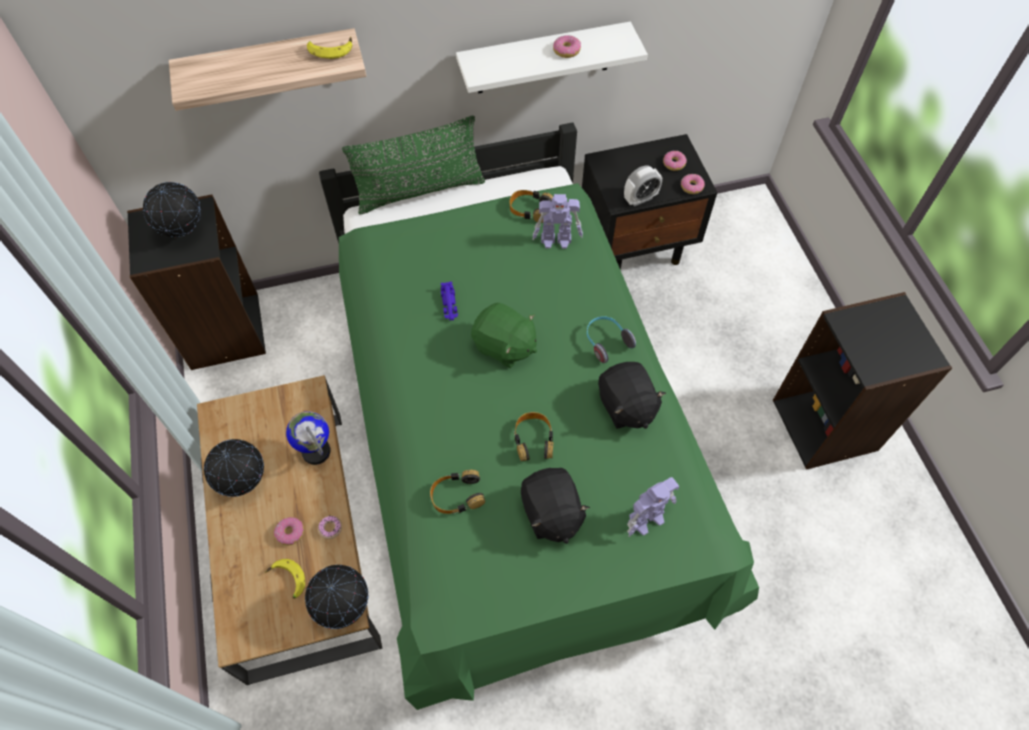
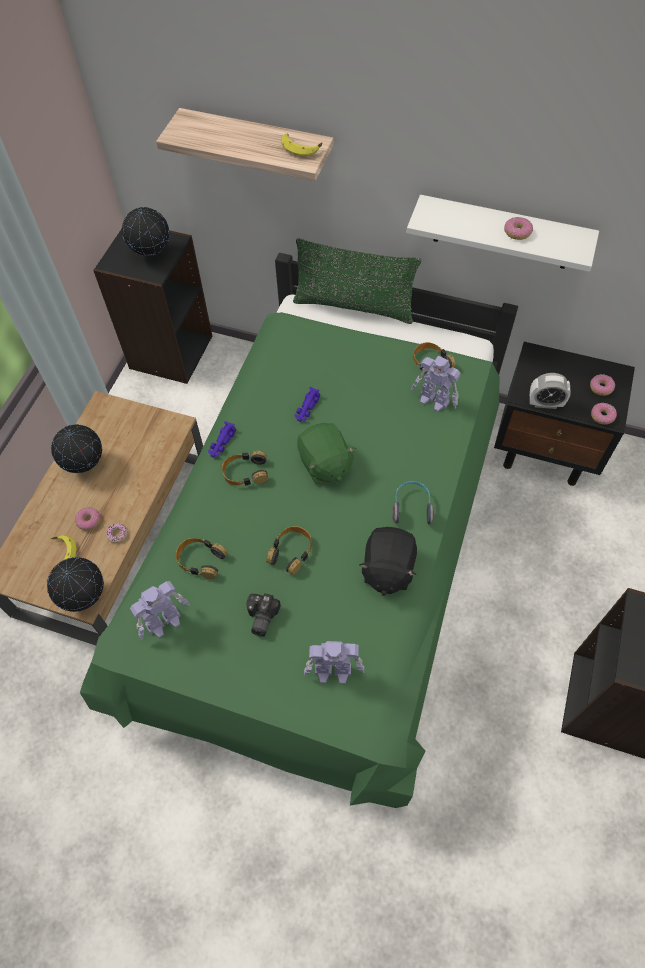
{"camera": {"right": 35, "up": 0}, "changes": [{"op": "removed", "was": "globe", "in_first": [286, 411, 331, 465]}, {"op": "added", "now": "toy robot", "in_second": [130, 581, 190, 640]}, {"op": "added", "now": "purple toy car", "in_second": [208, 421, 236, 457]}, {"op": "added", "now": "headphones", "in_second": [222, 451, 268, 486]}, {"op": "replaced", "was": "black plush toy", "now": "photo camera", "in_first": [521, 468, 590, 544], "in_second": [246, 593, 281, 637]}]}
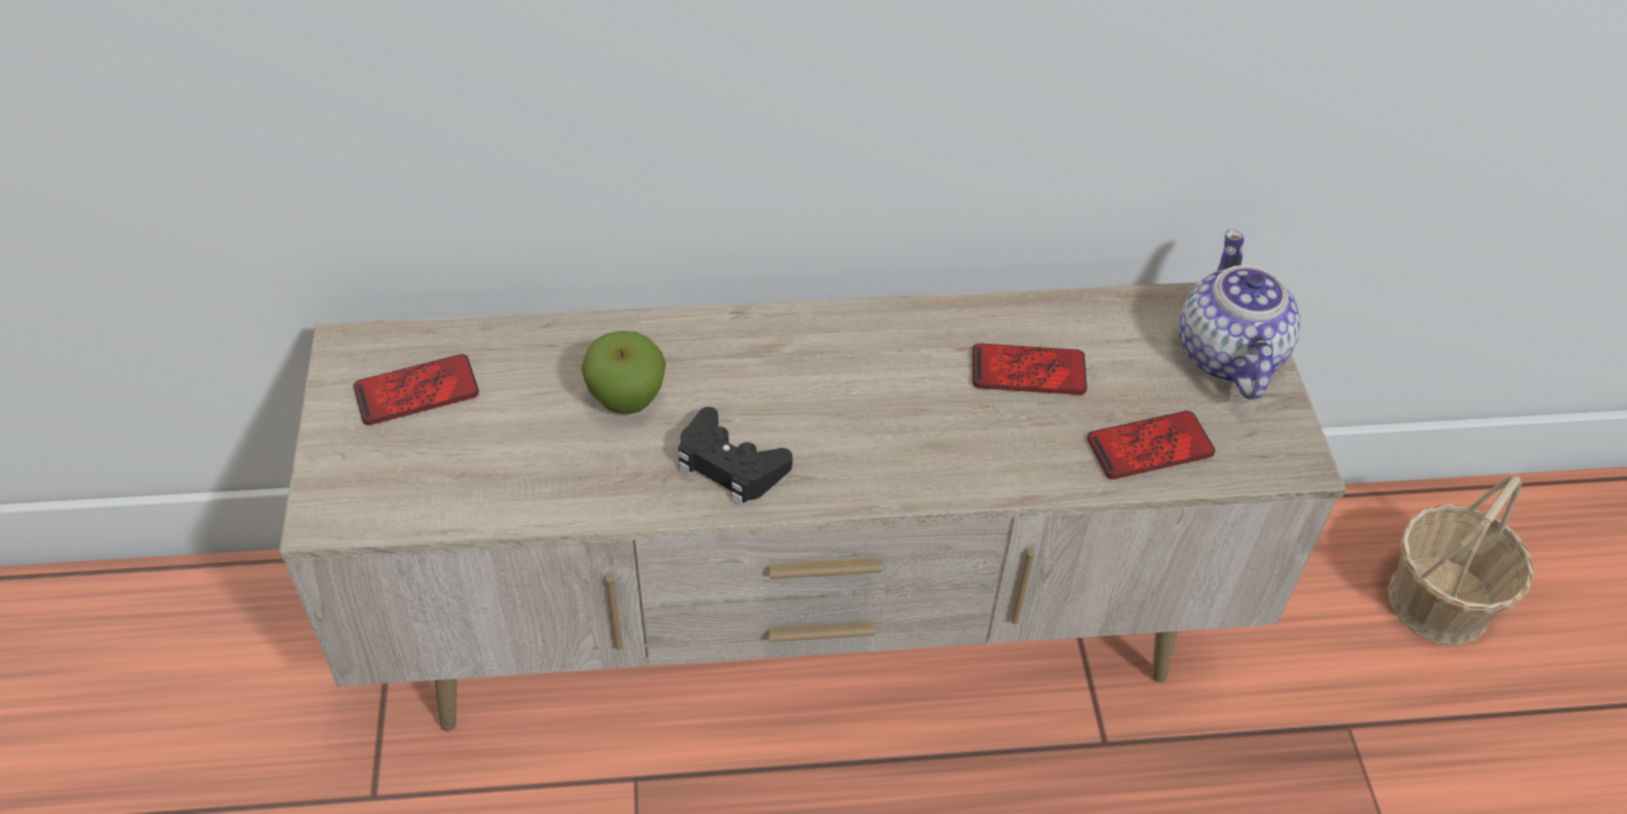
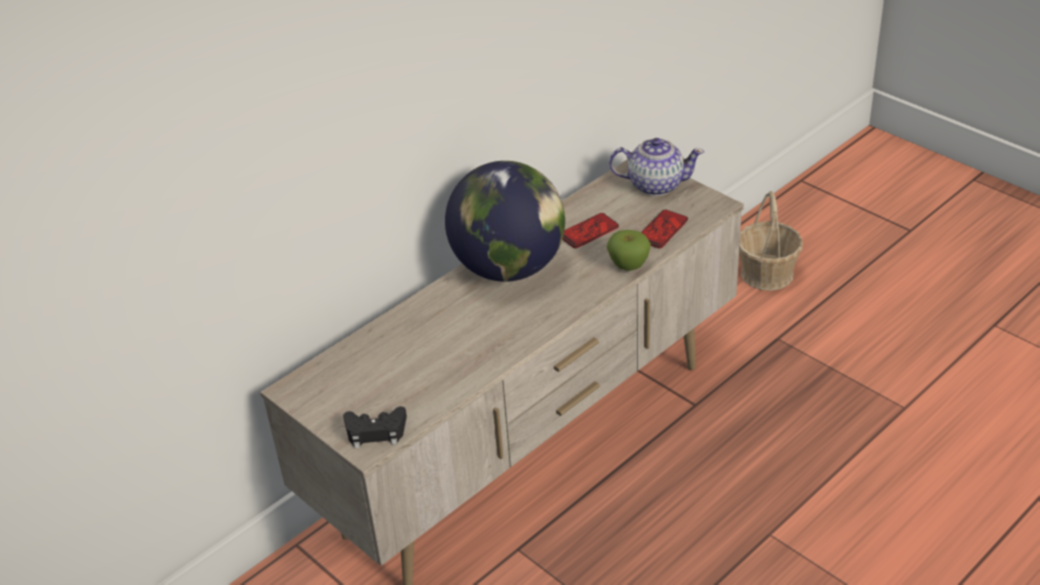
{"camera": {"right": -35, "up": -10}, "changes": [{"op": "removed", "was": "phone", "in_first": [353, 354, 479, 425]}, {"op": "added", "now": "globe", "in_second": [445, 161, 565, 282]}, {"op": "moved", "was": "apple", "in_first": [581, 331, 666, 414], "in_second": [607, 230, 651, 271]}, {"op": "moved", "was": "black game controller", "in_first": [678, 407, 793, 506], "in_second": [343, 406, 407, 448]}, {"op": "turned", "was": "teapot", "in_first": [1179, 230, 1301, 400], "in_second": [609, 138, 704, 196], "clockwise": 135}]}
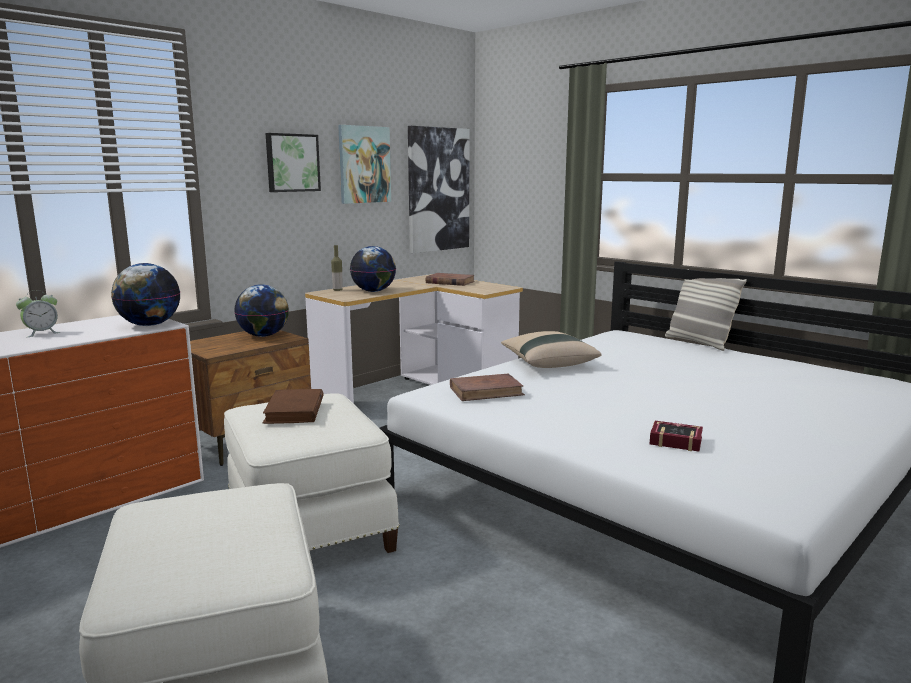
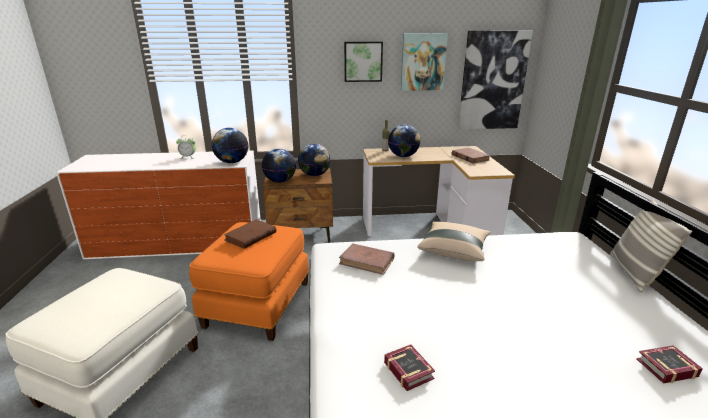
{"camera": {"right": 40, "up": 10}, "changes": [{"op": "added", "now": "globe", "in_second": [262, 149, 296, 183]}, {"op": "added", "now": "book", "in_second": [636, 345, 703, 383]}, {"op": "recoloured", "was": "white ottoman", "now": "orange ottoman", "in_first": [224, 393, 399, 553], "in_second": [189, 222, 309, 341]}]}
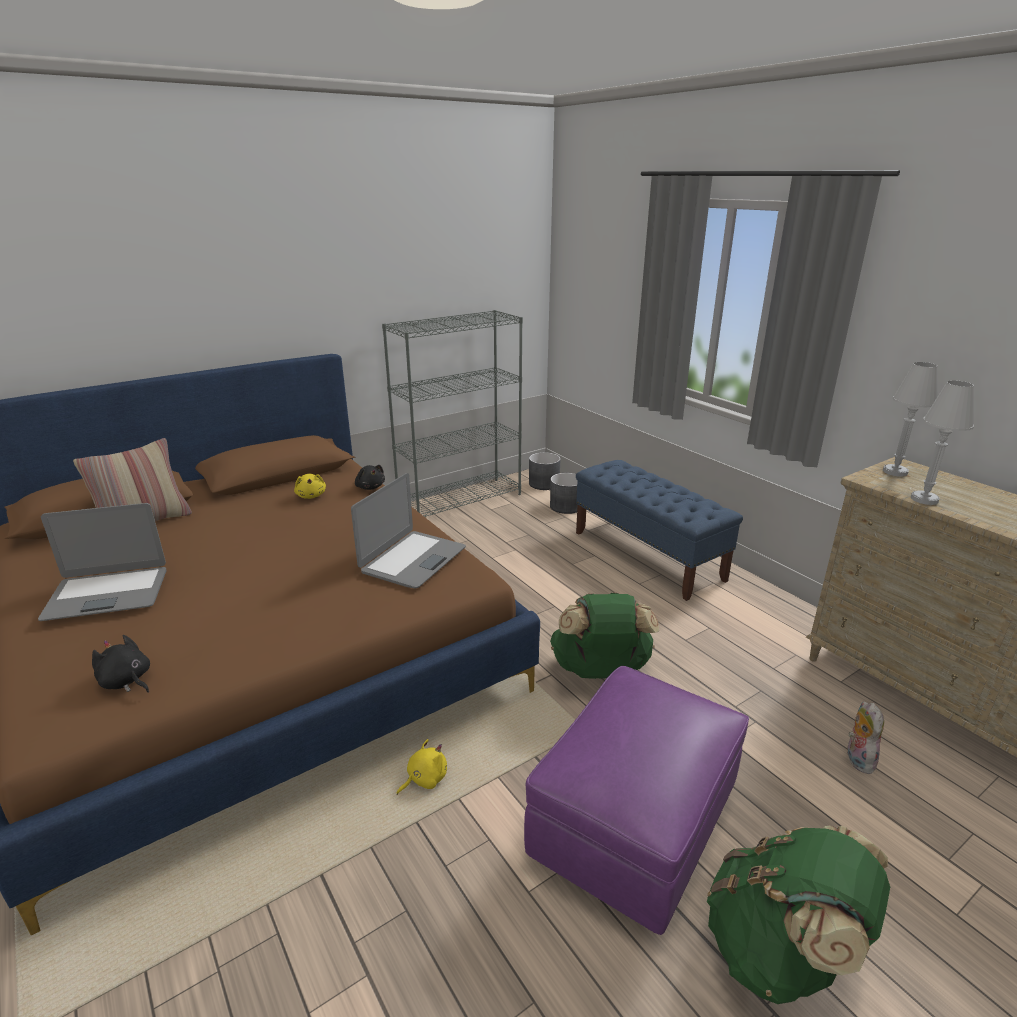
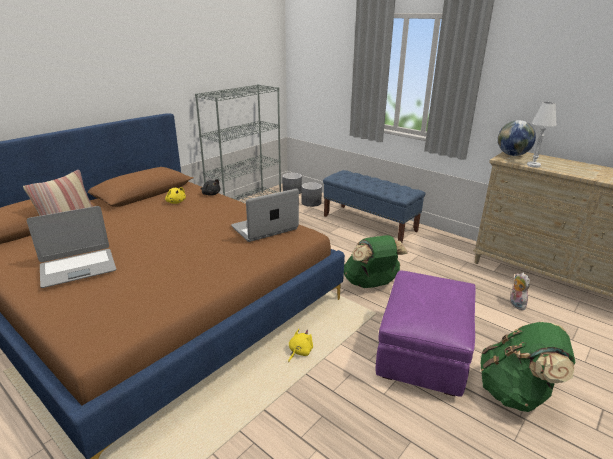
{"camera": {"right": -15, "up": 0}, "changes": [{"op": "removed", "was": "black plush toy", "in_first": [92, 635, 150, 693]}, {"op": "replaced", "was": "white table lamp", "now": "globe", "in_first": [883, 362, 938, 477], "in_second": [498, 120, 536, 156]}, {"op": "turned", "was": "laptop", "in_first": [351, 473, 466, 588], "in_second": [231, 189, 299, 242], "clockwise": -135}]}
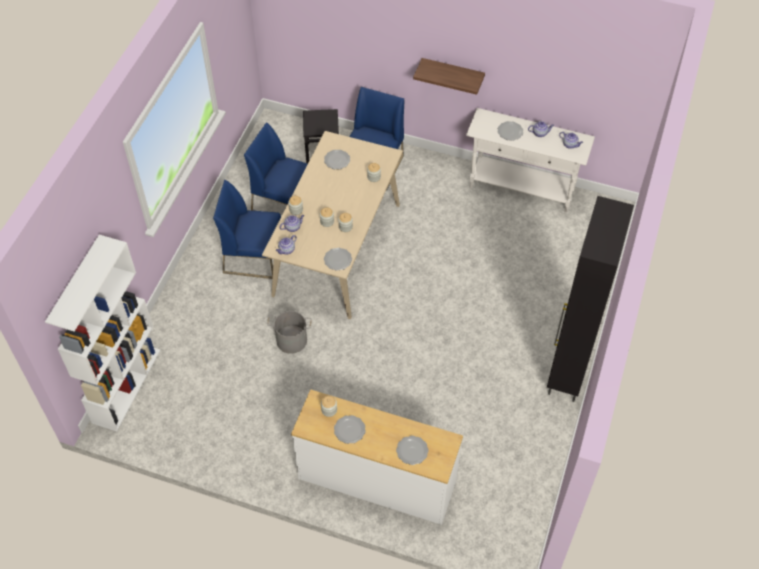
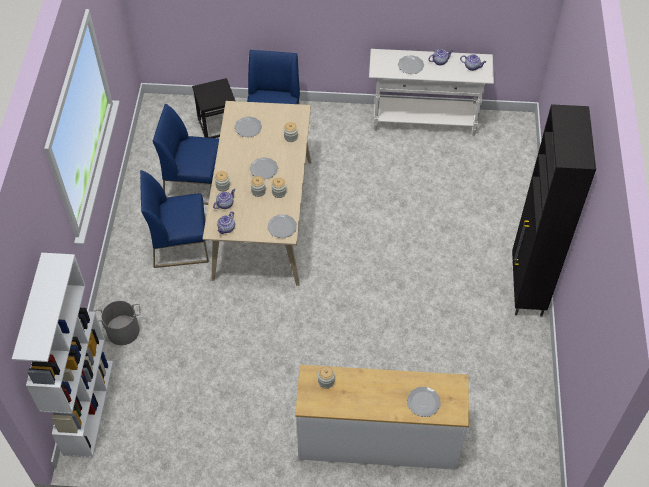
{"camera": {"right": -15, "up": 0}, "changes": [{"op": "removed", "was": "shelf", "in_first": [413, 58, 485, 95]}, {"op": "moved", "was": "grey bucket", "in_first": [267, 311, 312, 354], "in_second": [94, 301, 141, 345]}, {"op": "moved", "was": "plate", "in_first": [334, 415, 366, 444], "in_second": [250, 157, 278, 179]}]}
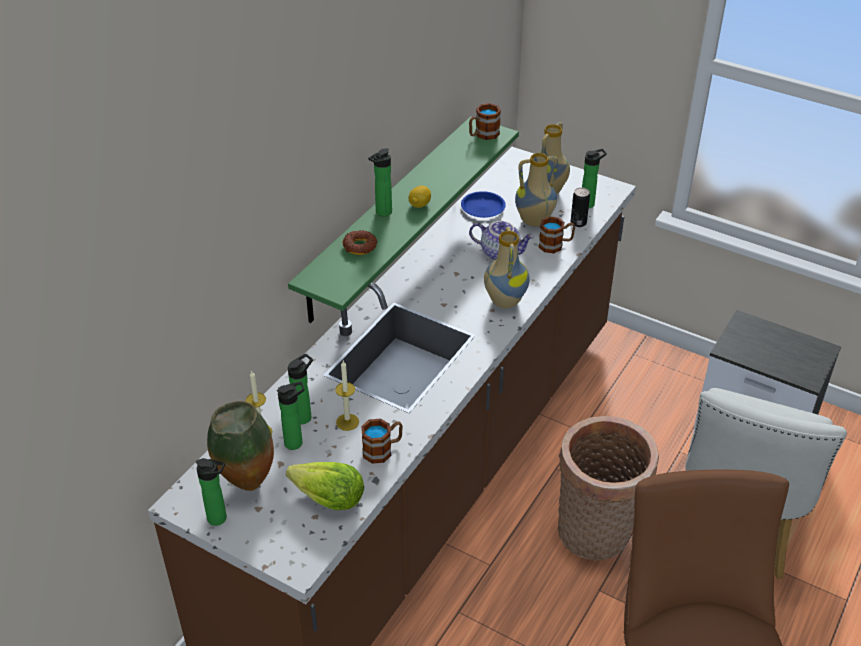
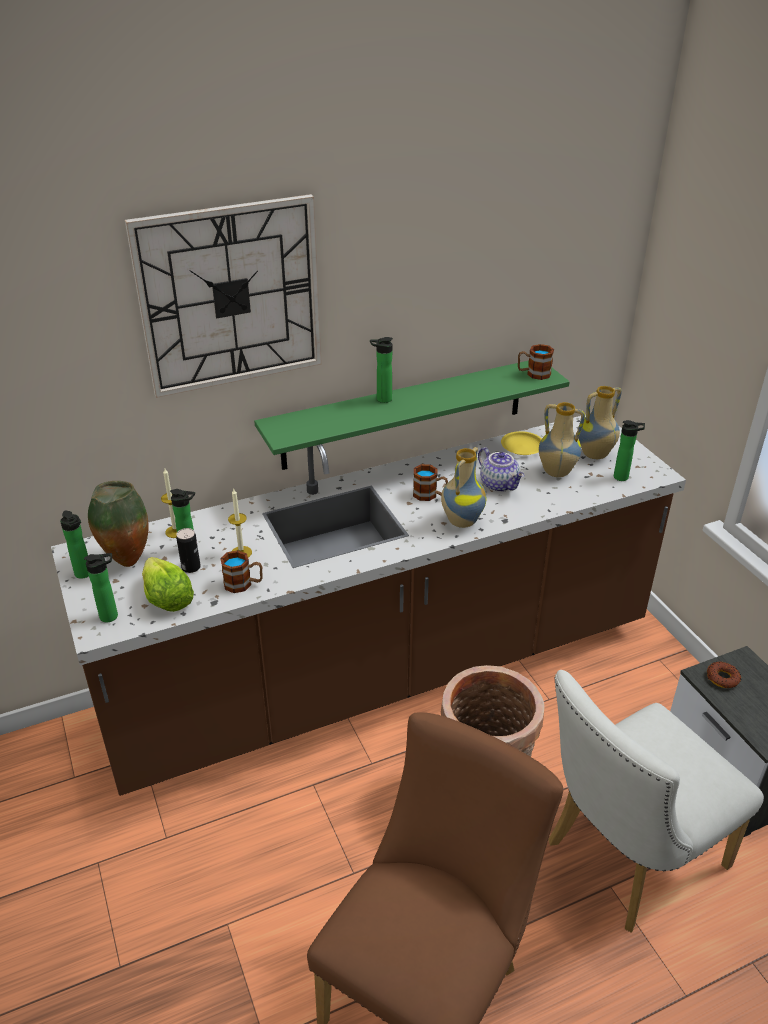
{"camera": {"right": 35, "up": -5}, "changes": [{"op": "removed", "was": "lemon", "in_first": [408, 186, 431, 208]}, {"op": "added", "now": "wall clock", "in_second": [125, 194, 322, 398]}, {"op": "moved", "was": "bottle", "in_first": [288, 354, 313, 424], "in_second": [84, 553, 118, 623]}, {"op": "moved", "was": "donut", "in_first": [343, 230, 377, 255], "in_second": [707, 661, 741, 688]}, {"op": "moved", "was": "mug", "in_first": [539, 216, 575, 253], "in_second": [413, 464, 448, 501]}, {"op": "moved", "was": "can", "in_first": [570, 187, 590, 227], "in_second": [176, 528, 201, 573]}, {"op": "recoloured", "was": "blue plate", "now": "yellow plate", "in_first": [461, 191, 506, 218], "in_second": [501, 431, 542, 455]}]}
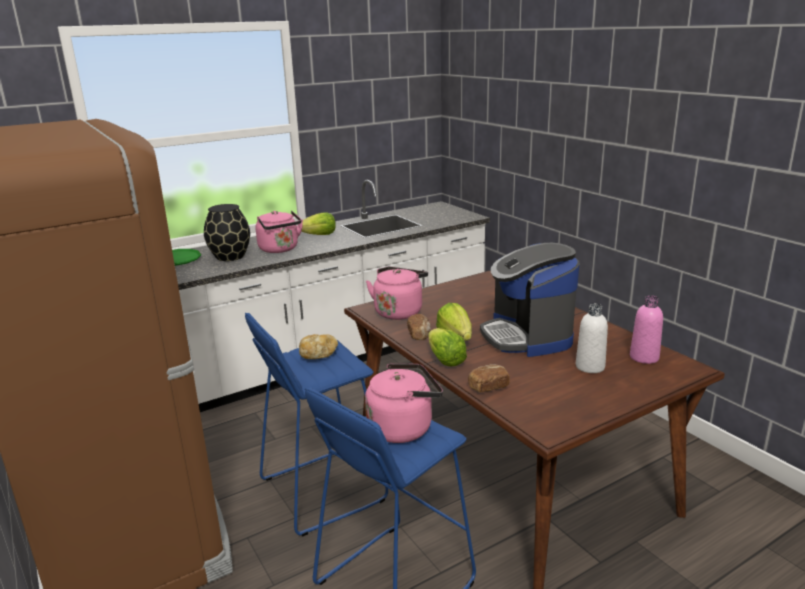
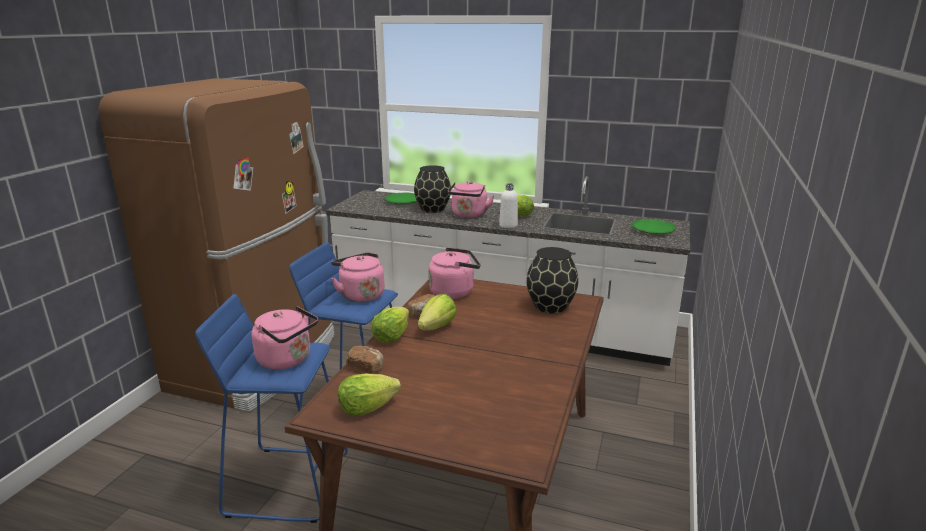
{"camera": {"right": 50, "up": 0}, "changes": [{"op": "removed", "was": "coffee machine", "in_first": [480, 243, 579, 357]}, {"op": "removed", "was": "pink bottle", "in_first": [630, 295, 663, 364]}, {"op": "added", "now": "lettuce", "in_second": [338, 373, 401, 416]}, {"op": "added", "now": "black vase", "in_second": [526, 247, 578, 313]}, {"op": "added", "now": "green plate", "in_second": [632, 219, 676, 234]}, {"op": "moved", "was": "white bottle", "in_first": [576, 304, 608, 373], "in_second": [499, 183, 518, 228]}, {"op": "replaced", "was": "bread", "now": "pink kettle", "in_first": [299, 334, 338, 359], "in_second": [331, 252, 385, 302]}]}
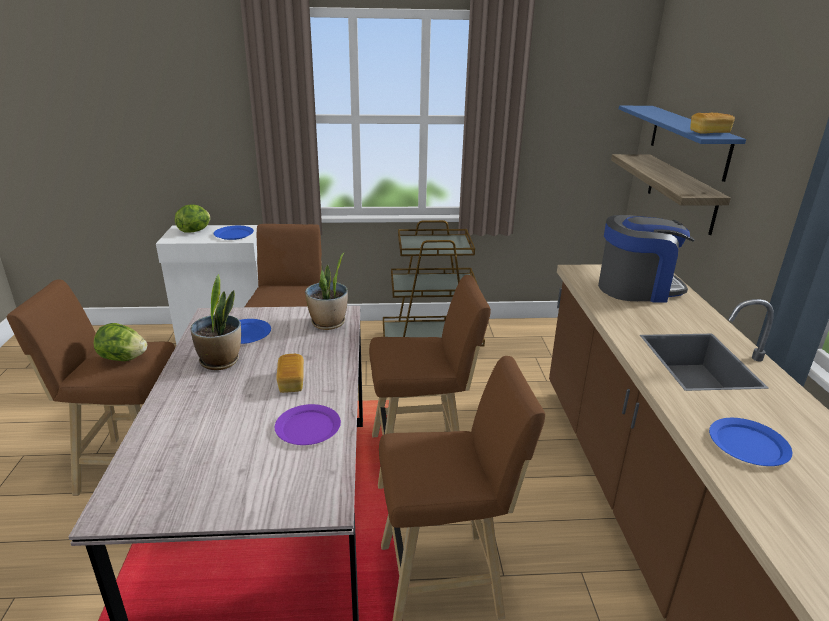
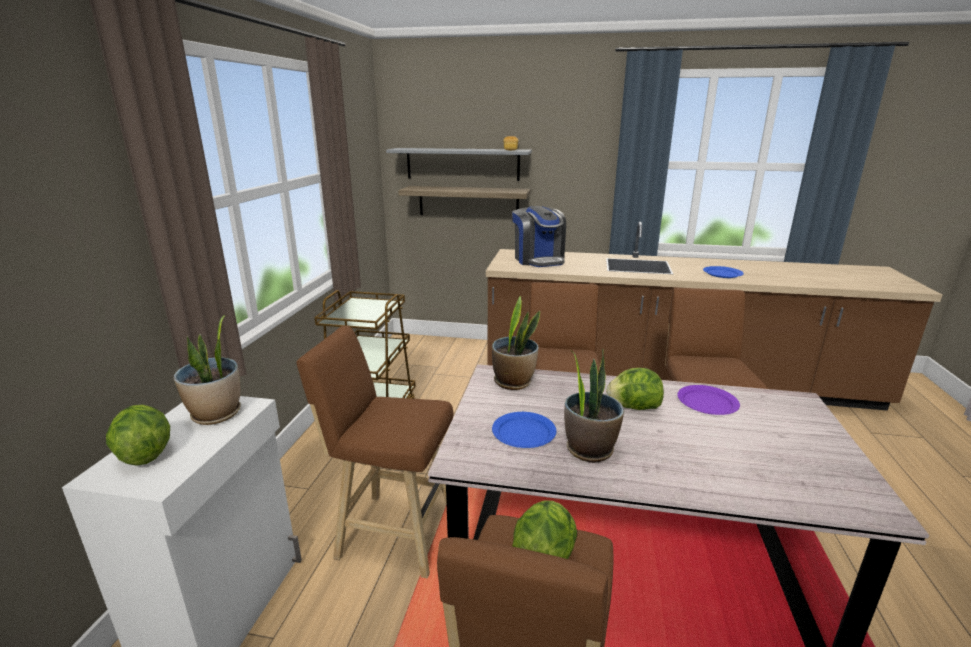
{"camera": {"right": -75, "up": -5}, "changes": [{"op": "replaced", "was": "blue plate", "now": "potted plant", "in_first": [214, 226, 254, 240], "in_second": [173, 315, 241, 425]}, {"op": "replaced", "was": "bread", "now": "lettuce", "in_first": [276, 354, 304, 393], "in_second": [606, 368, 664, 410]}, {"op": "recoloured", "was": "blue shelf", "now": "grey shelf", "in_first": [619, 106, 746, 182], "in_second": [386, 148, 532, 181]}, {"op": "turned", "was": "coffee machine", "in_first": [598, 215, 695, 302], "in_second": [512, 206, 566, 267], "clockwise": 150}]}
